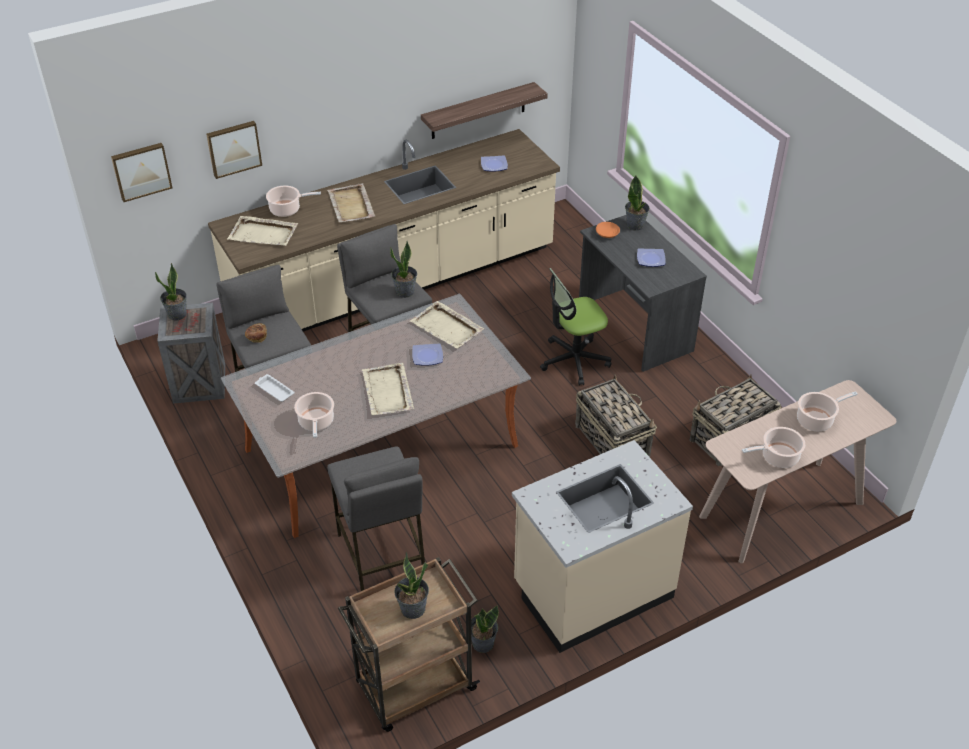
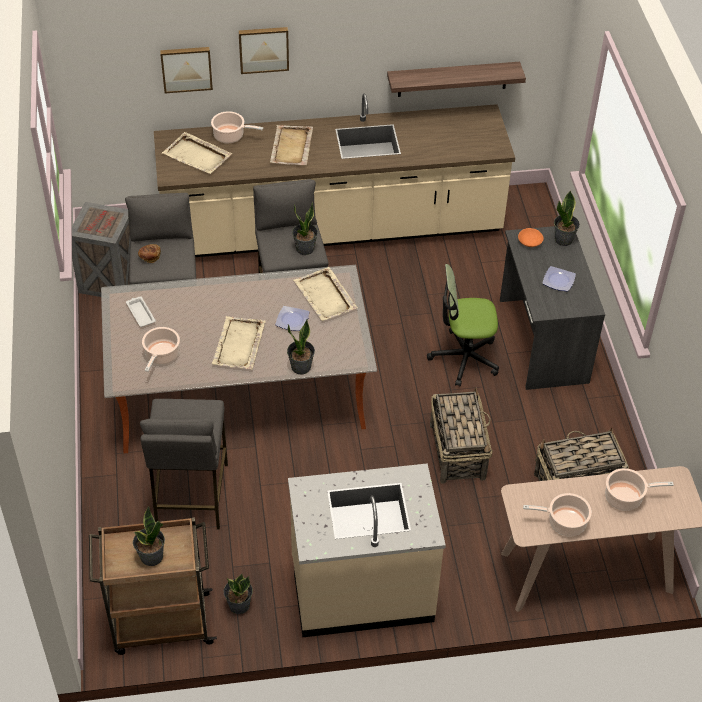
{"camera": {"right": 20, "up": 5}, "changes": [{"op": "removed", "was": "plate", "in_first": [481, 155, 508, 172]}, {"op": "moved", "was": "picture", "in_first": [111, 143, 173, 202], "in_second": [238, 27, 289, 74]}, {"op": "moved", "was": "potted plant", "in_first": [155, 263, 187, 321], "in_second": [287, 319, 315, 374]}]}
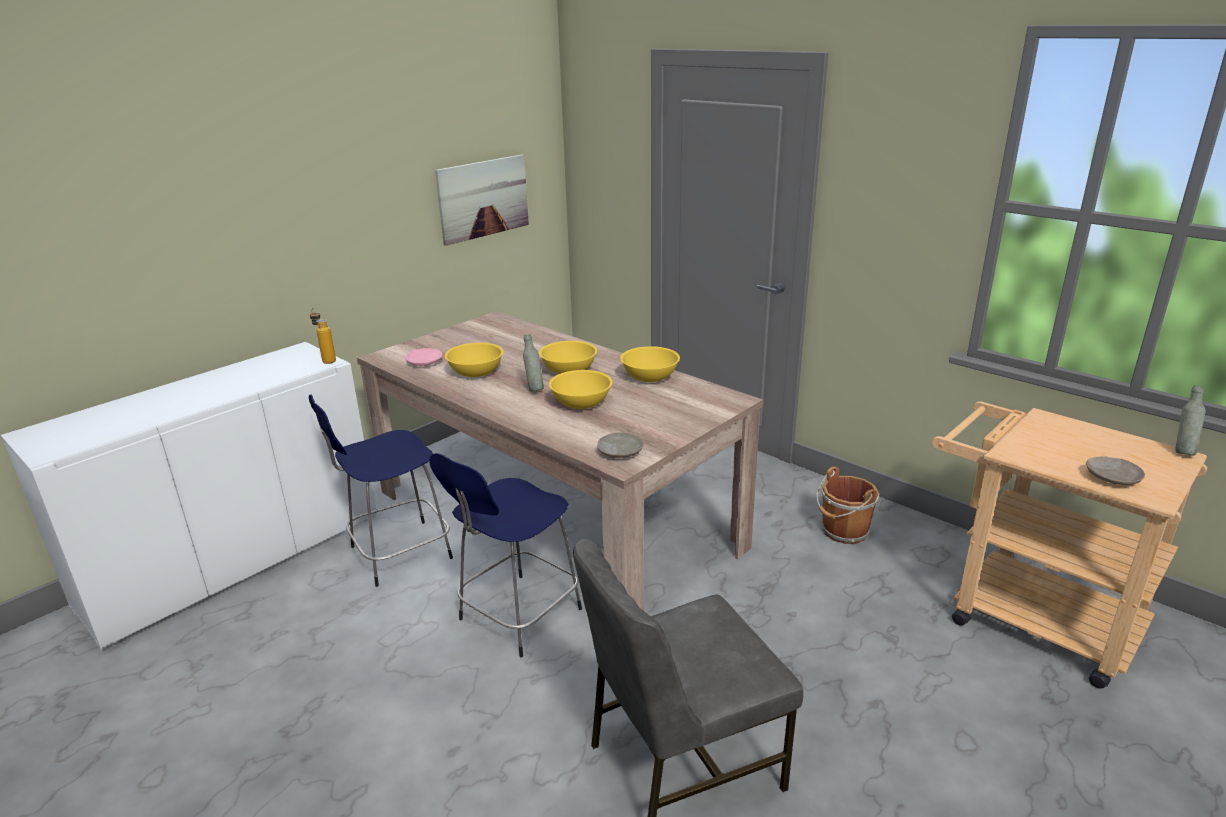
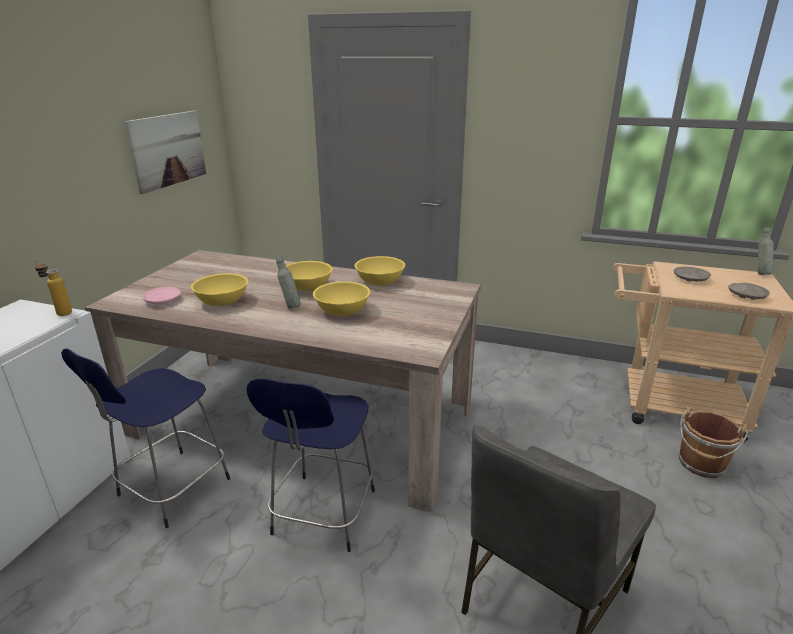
{"camera": {"right": -25, "up": 0}, "changes": [{"op": "moved", "was": "beige plate", "in_first": [597, 433, 644, 458], "in_second": [674, 267, 711, 282]}, {"op": "moved", "was": "brown bucket", "in_first": [816, 467, 879, 544], "in_second": [679, 406, 748, 478]}]}
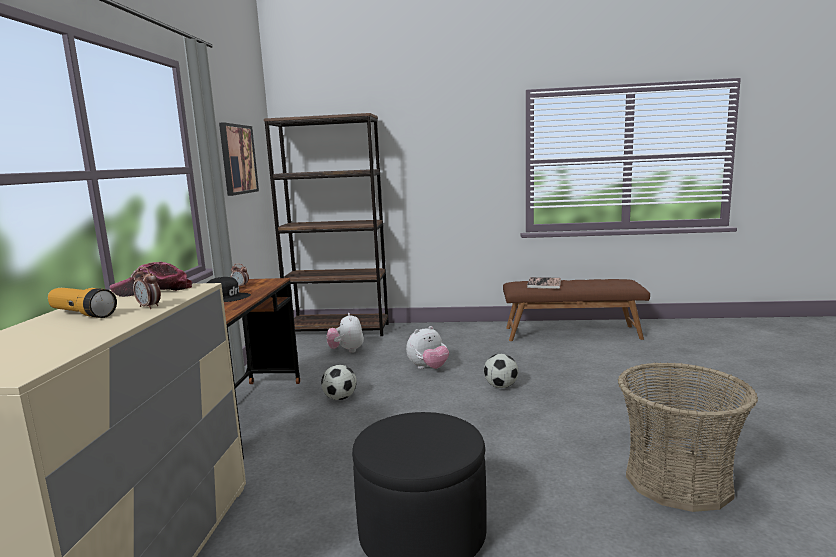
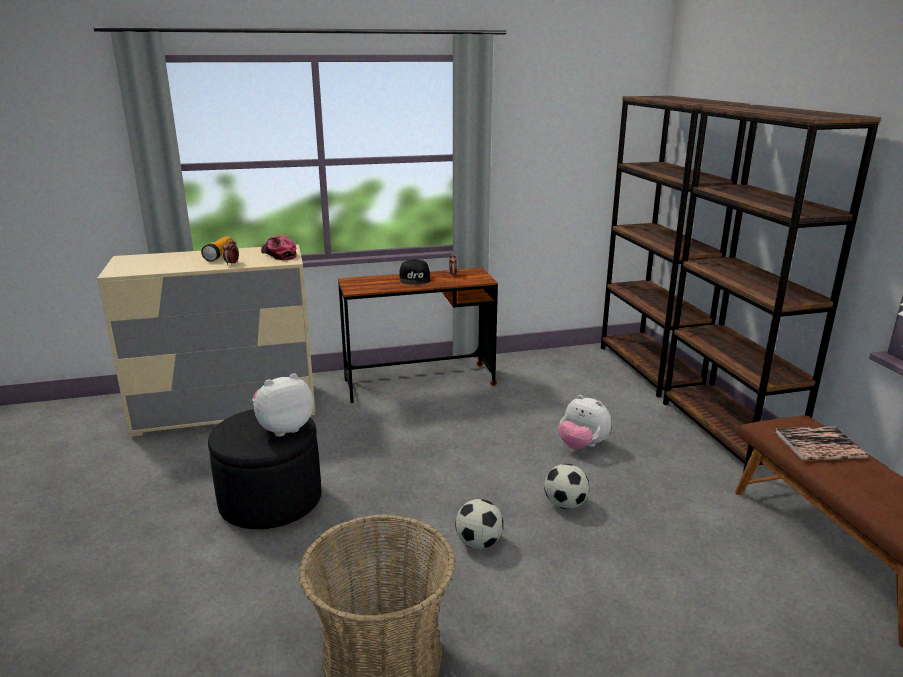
{"camera": {"right": 70, "up": 10}, "changes": [{"op": "removed", "was": "picture", "in_first": [219, 122, 259, 196]}, {"op": "added", "now": "brown bookcase", "in_second": [663, 105, 881, 472]}, {"op": "moved", "was": "football", "in_first": [321, 365, 357, 400], "in_second": [455, 499, 503, 549]}, {"op": "moved", "was": "plush toy", "in_first": [327, 313, 364, 353], "in_second": [252, 373, 313, 437]}]}
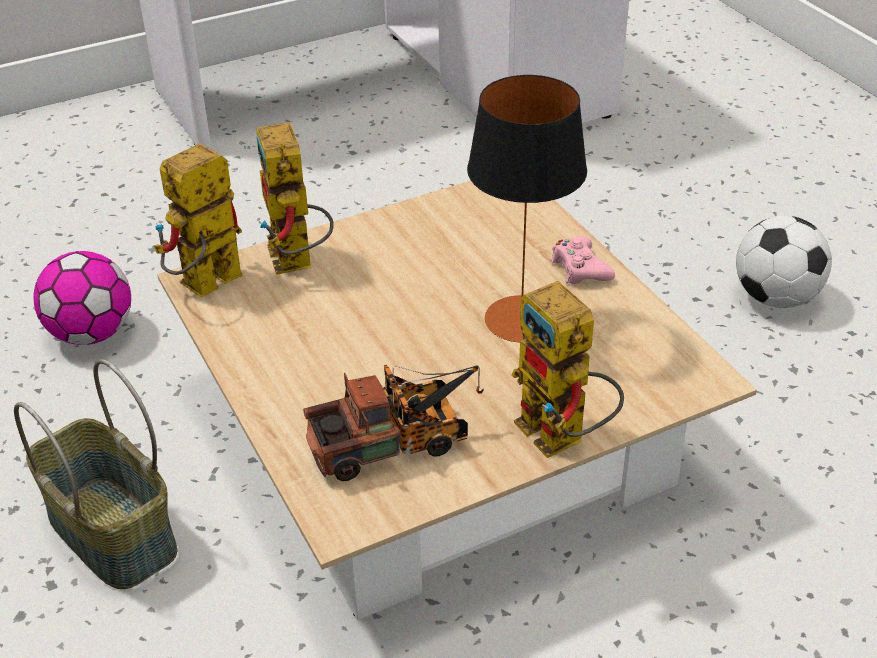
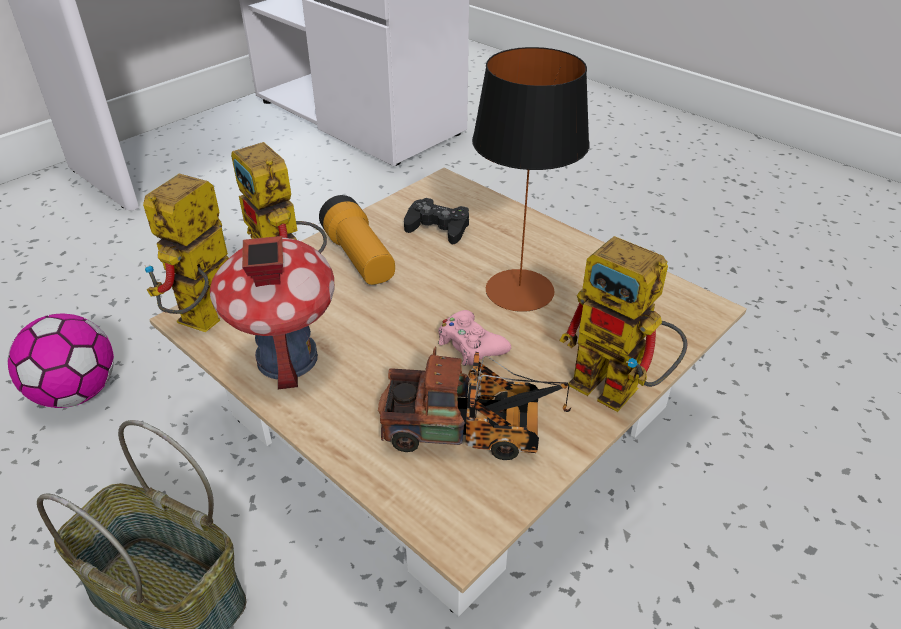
{"camera": {"right": -20, "up": 0}, "changes": [{"op": "removed", "was": "football", "in_first": [736, 216, 832, 308]}, {"op": "added", "now": "toy house", "in_second": [210, 236, 334, 389]}, {"op": "added", "now": "flashlight", "in_second": [319, 195, 395, 285]}, {"op": "added", "now": "black game controller", "in_second": [404, 198, 469, 244]}, {"op": "moved", "was": "pink game controller", "in_first": [551, 236, 615, 284], "in_second": [438, 310, 511, 366]}, {"op": "turned", "was": "toy truck", "in_first": [304, 365, 484, 481], "in_second": [378, 347, 571, 460], "clockwise": 45}]}
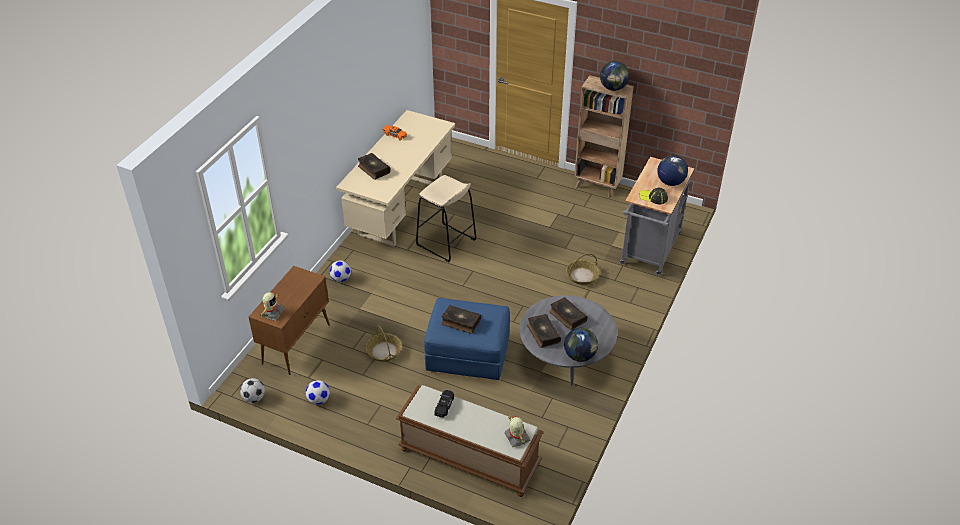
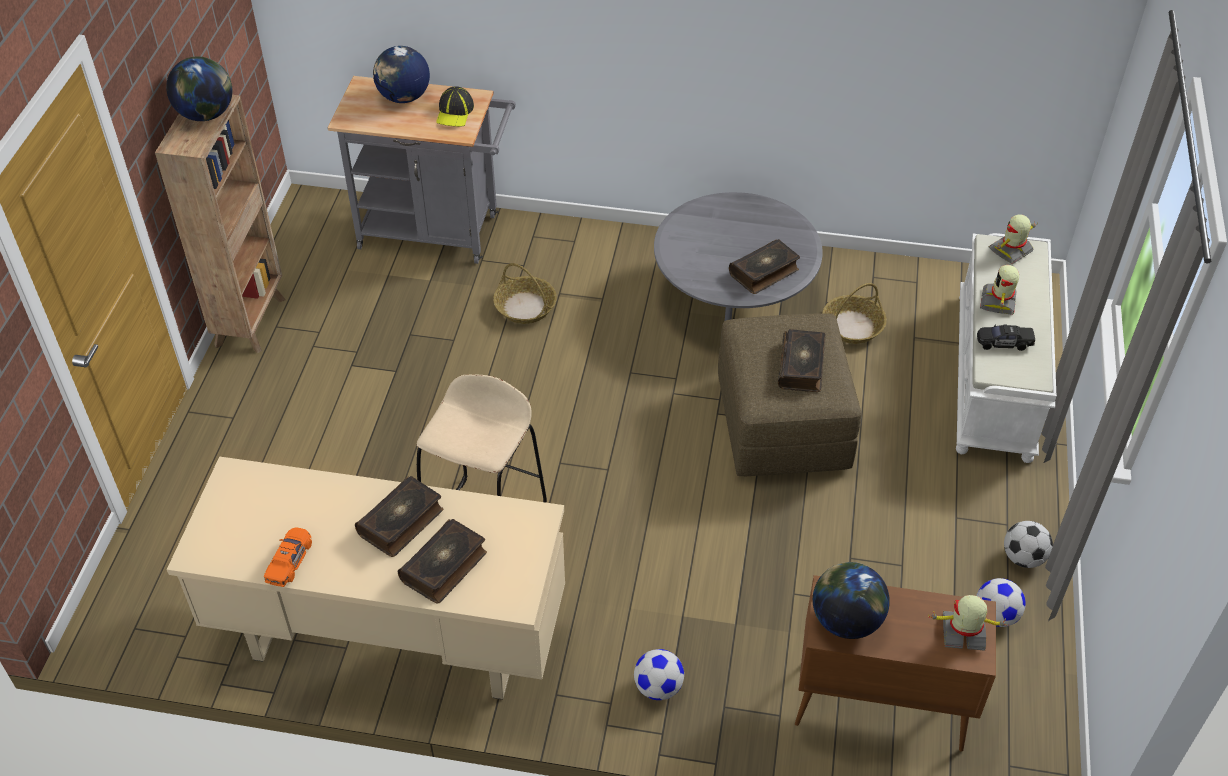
{"camera": {"right": -105, "up": 5}, "changes": [{"op": "added", "now": "toy robot", "in_second": [980, 265, 1019, 315]}, {"op": "moved", "was": "football", "in_first": [240, 378, 265, 403], "in_second": [1004, 521, 1053, 568]}, {"op": "moved", "was": "basket", "in_first": [365, 325, 402, 362], "in_second": [822, 283, 887, 344]}, {"op": "moved", "was": "book", "in_first": [549, 297, 588, 330], "in_second": [355, 476, 443, 557]}, {"op": "moved", "was": "globe", "in_first": [564, 328, 598, 362], "in_second": [813, 562, 890, 639]}, {"op": "recoloured", "was": "brown bench", "now": "white bench", "in_first": [396, 385, 544, 497], "in_second": [956, 233, 1057, 463]}, {"op": "recoloured", "was": "blue ottoman", "now": "brown ottoman", "in_first": [424, 298, 510, 380], "in_second": [718, 313, 861, 476]}]}
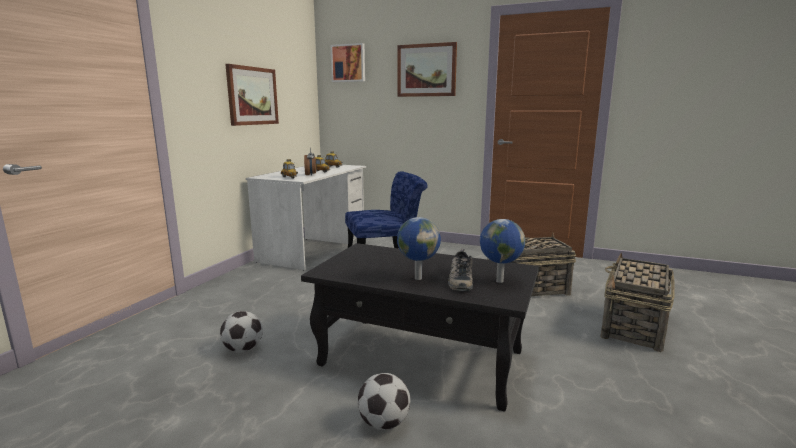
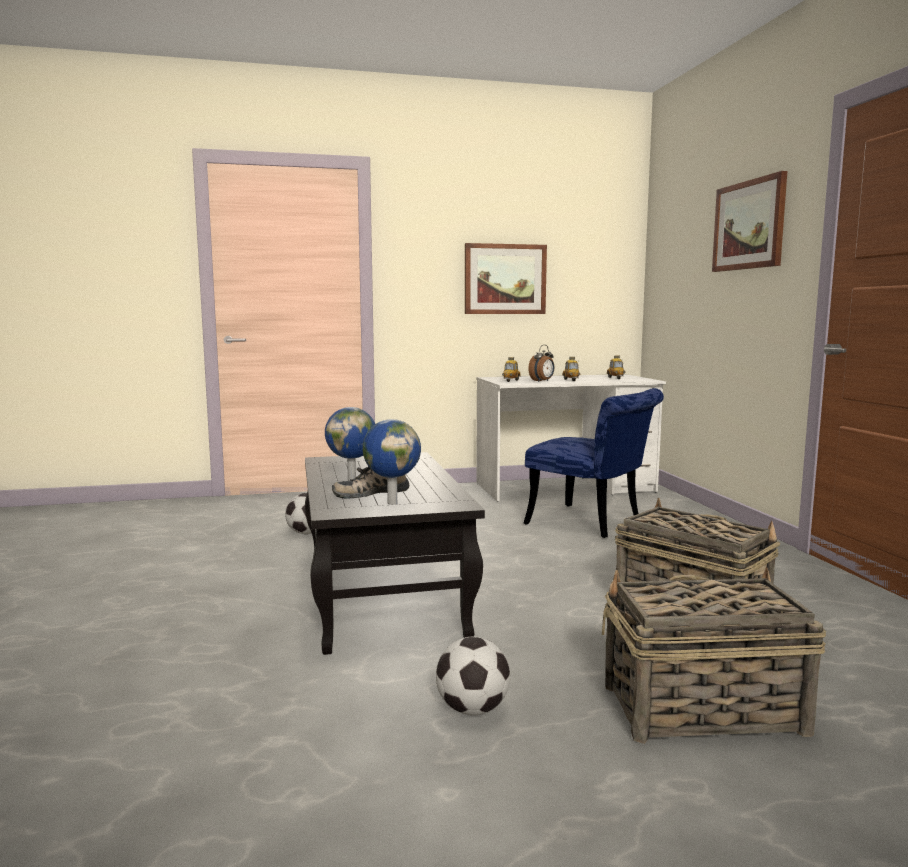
{"camera": {"right": 55, "up": -5}, "changes": [{"op": "removed", "was": "picture", "in_first": [331, 43, 365, 82]}, {"op": "moved", "was": "football", "in_first": [358, 373, 411, 430], "in_second": [436, 637, 510, 716]}]}
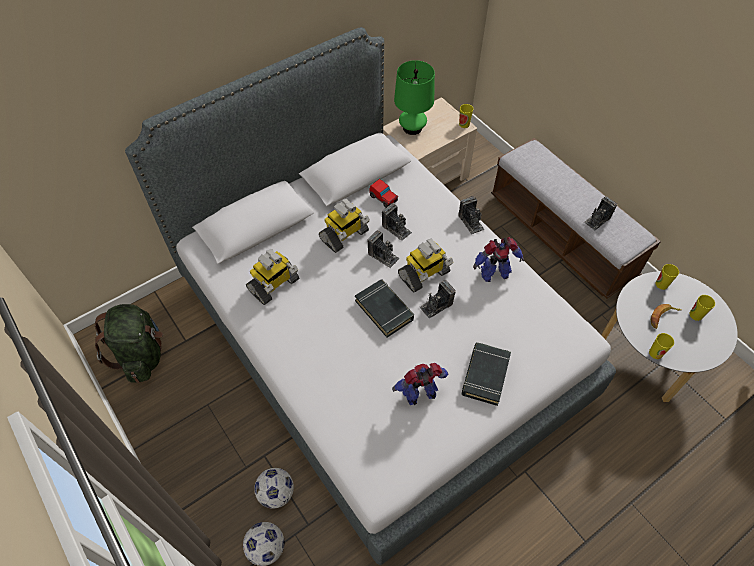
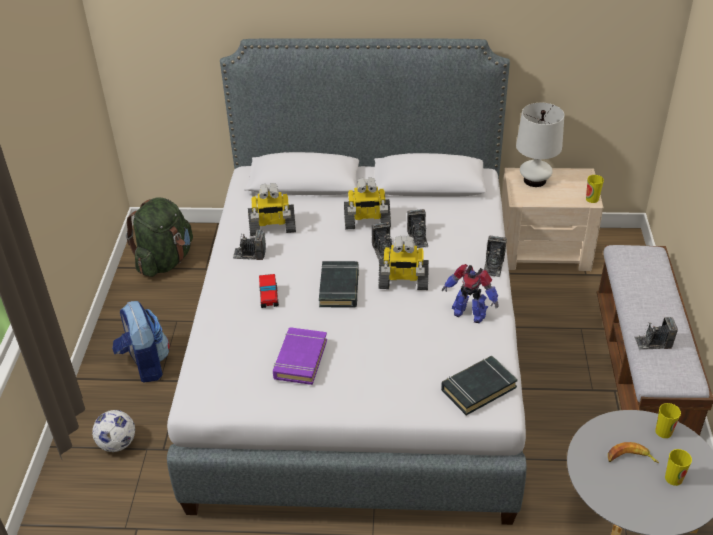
{"camera": {"right": 40, "up": -15}, "changes": [{"op": "removed", "was": "football", "in_first": [254, 468, 294, 509]}, {"op": "removed", "was": "cup", "in_first": [649, 333, 674, 359]}, {"op": "added", "now": "backpack", "in_second": [112, 301, 170, 383]}, {"op": "moved", "was": "toy car", "in_first": [369, 179, 398, 208], "in_second": [259, 274, 279, 308]}, {"op": "moved", "was": "photo camera", "in_first": [419, 280, 456, 319], "in_second": [233, 230, 266, 260]}, {"op": "moved", "was": "black book", "in_first": [462, 342, 511, 406], "in_second": [441, 356, 518, 415]}, {"op": "replaced", "was": "toy robot", "now": "purple book", "in_first": [392, 363, 449, 405], "in_second": [273, 327, 327, 385]}, {"op": "recoloured", "was": "green table lamp", "now": "white table lamp", "in_first": [394, 60, 435, 135], "in_second": [516, 103, 564, 187]}]}
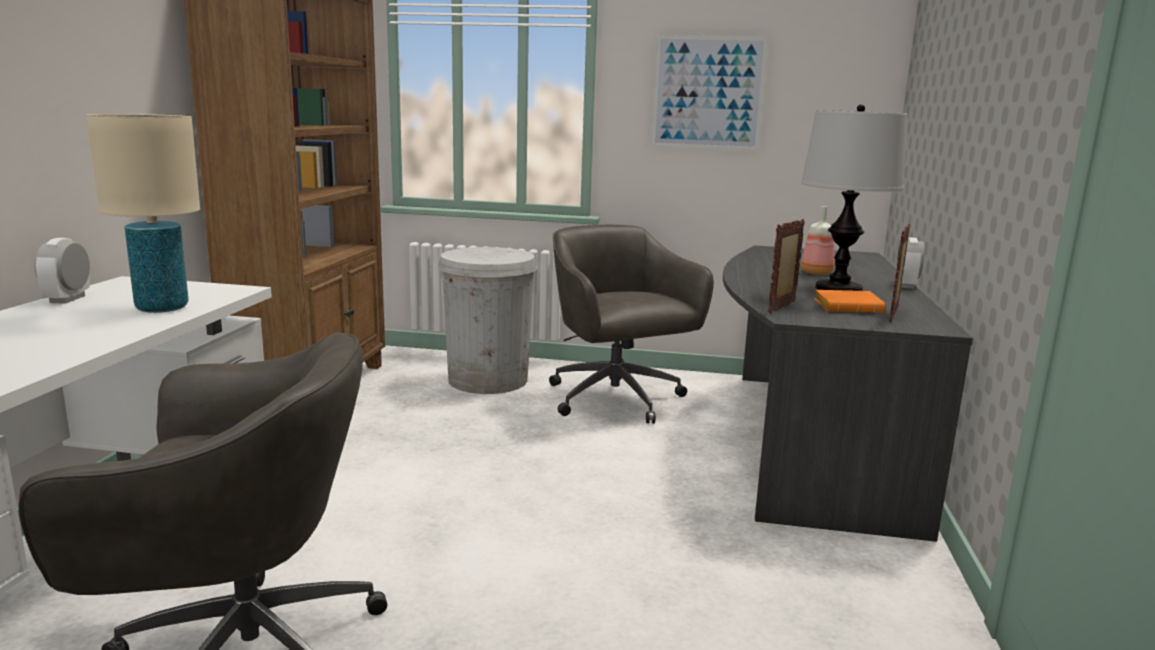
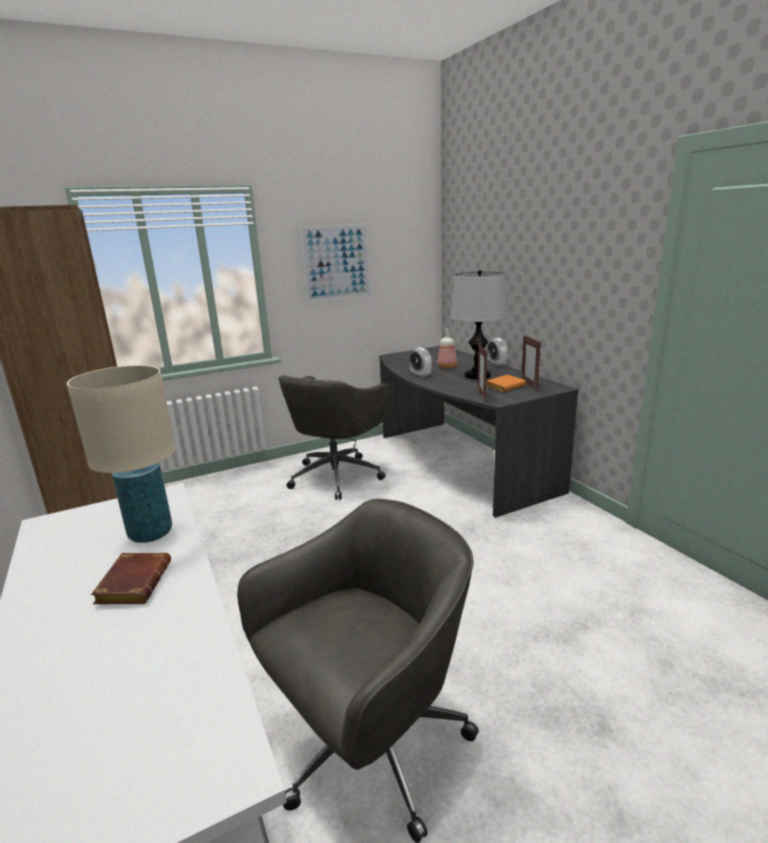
{"camera": {"right": -35, "up": 5}, "changes": [{"op": "removed", "was": "white trash can", "in_first": [438, 247, 538, 394]}, {"op": "added", "now": "brown book", "in_second": [91, 553, 171, 604]}, {"op": "moved", "was": "alarm clock", "in_first": [34, 238, 90, 304], "in_second": [409, 347, 432, 377]}, {"op": "turned", "was": "grey office chair", "in_first": [549, 224, 714, 424], "in_second": [278, 375, 390, 500], "clockwise": -90}]}
